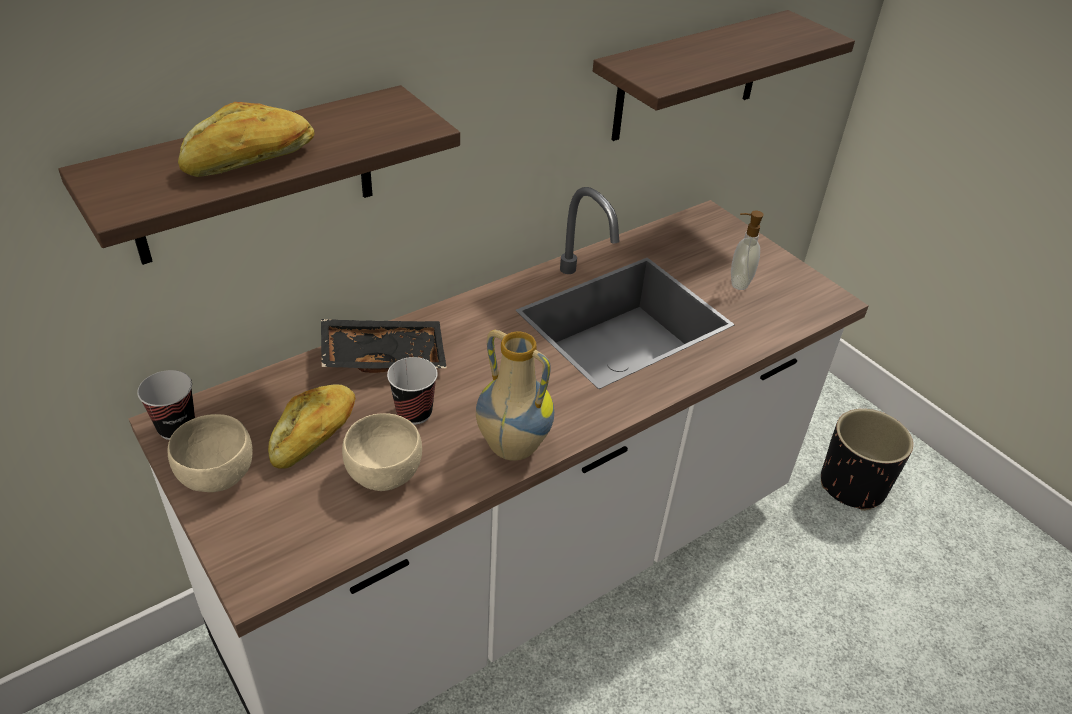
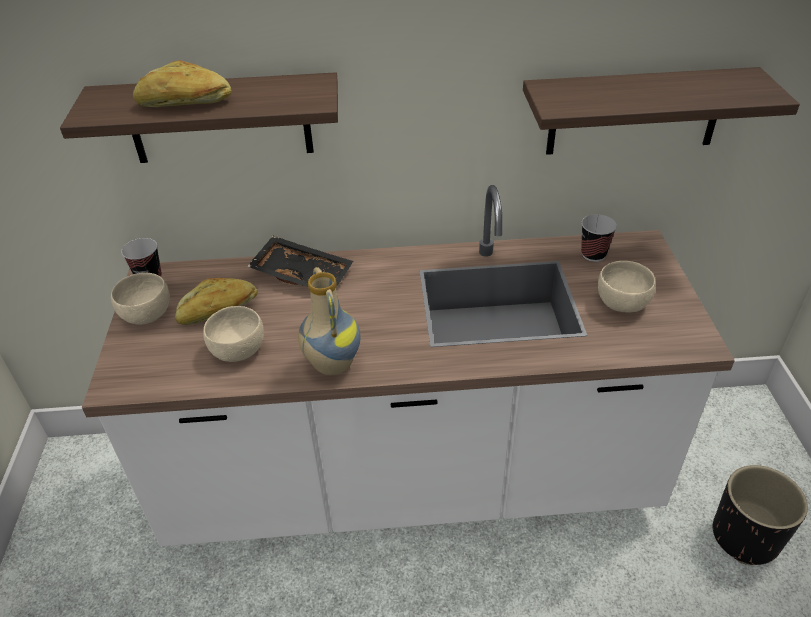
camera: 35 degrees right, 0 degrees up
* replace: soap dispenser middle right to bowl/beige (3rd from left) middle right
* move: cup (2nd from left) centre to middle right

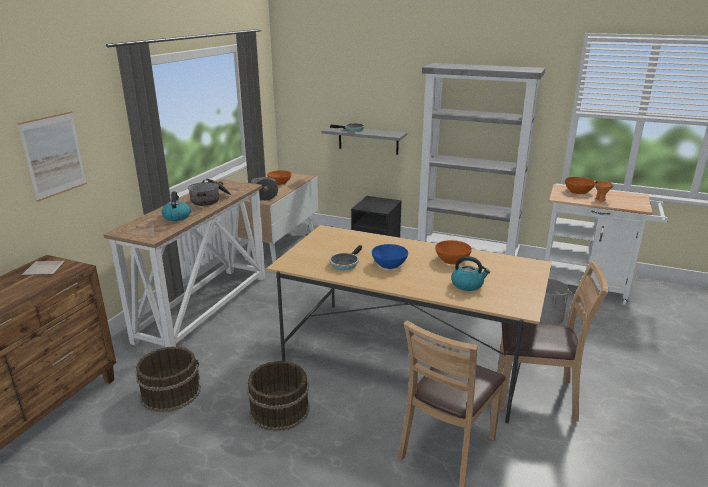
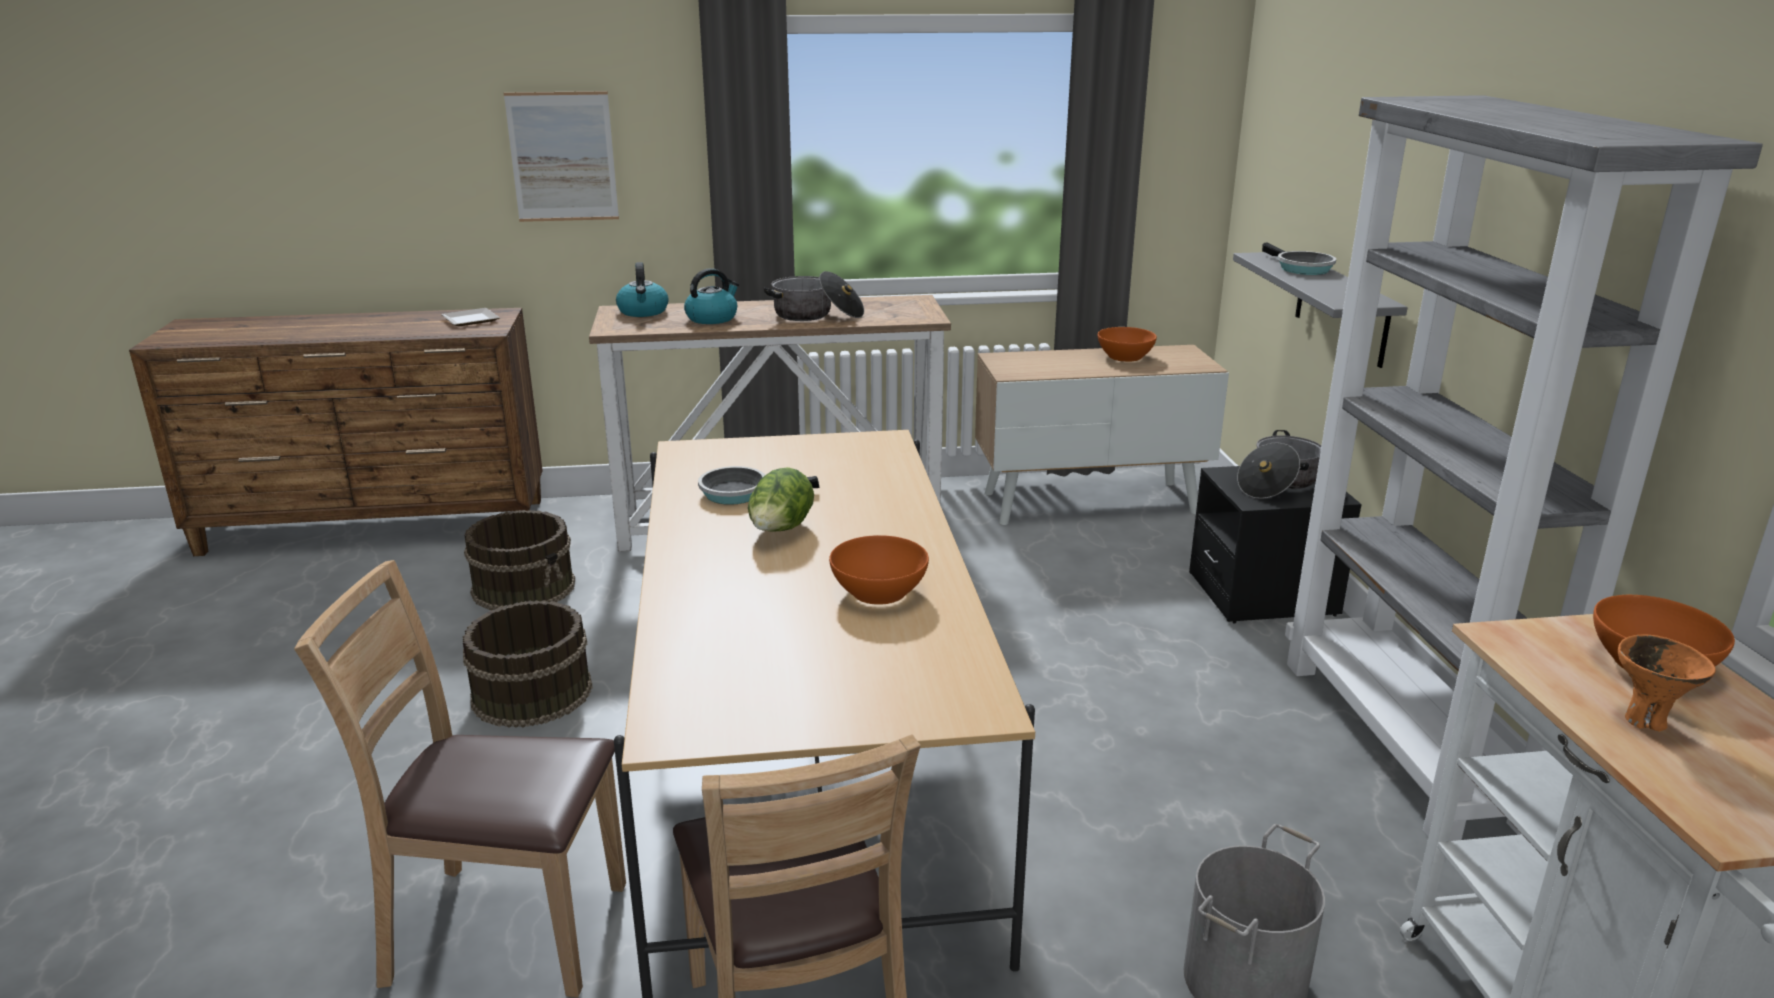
camera: 60 degrees right, 0 degrees up
* move: cooking pot (2nd from left) centre to middle right
* replace: bowl/blue centre to lettuce centre
* move: kettle (2nd from left in the first image) centre to kettle (1st from left) top centre

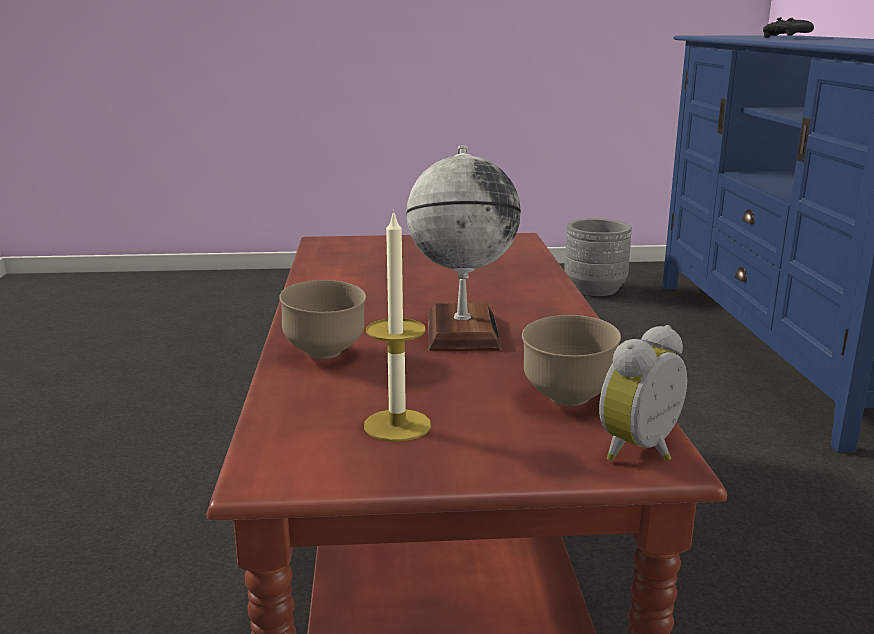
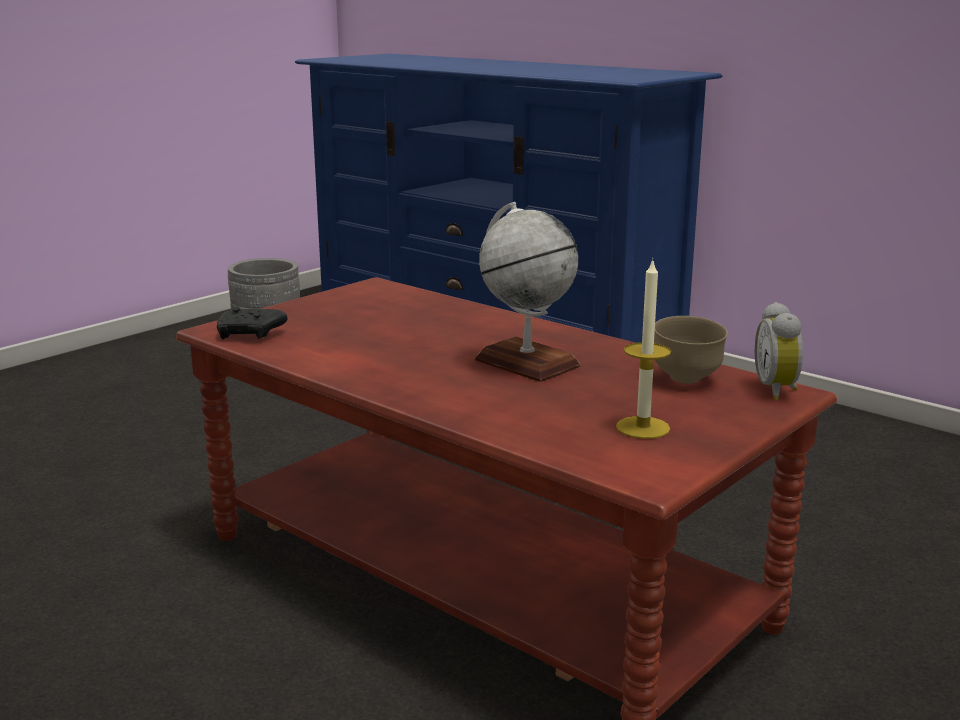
camera: 45 degrees left, 0 degrees up
* move: game controller/black top right to middle left
* delete: bowl/brown (1st from left) centre

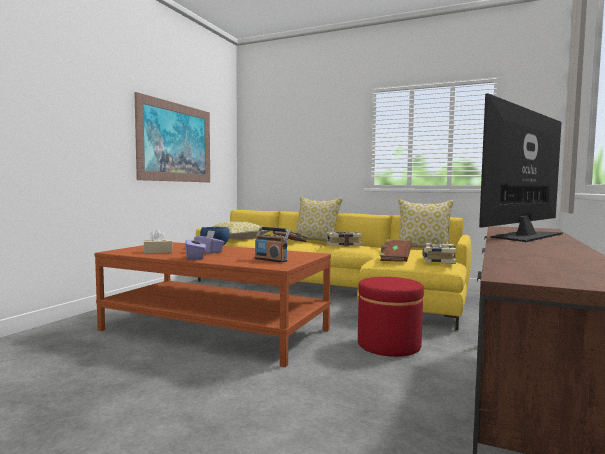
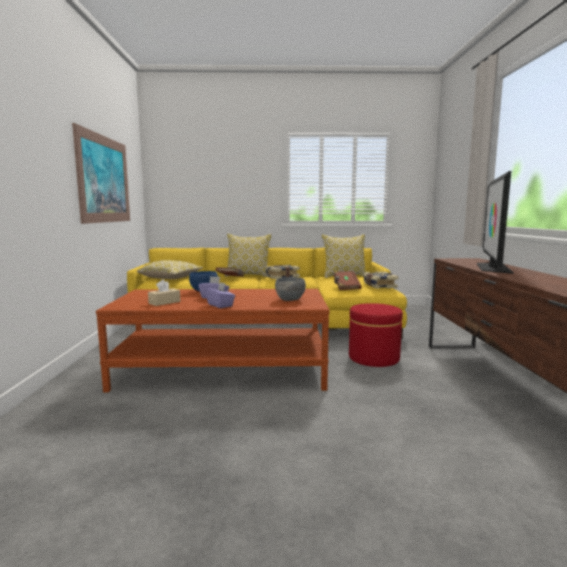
camera: 25 degrees left, 5 degrees up
* replace: radio centre to bowl/grey centre

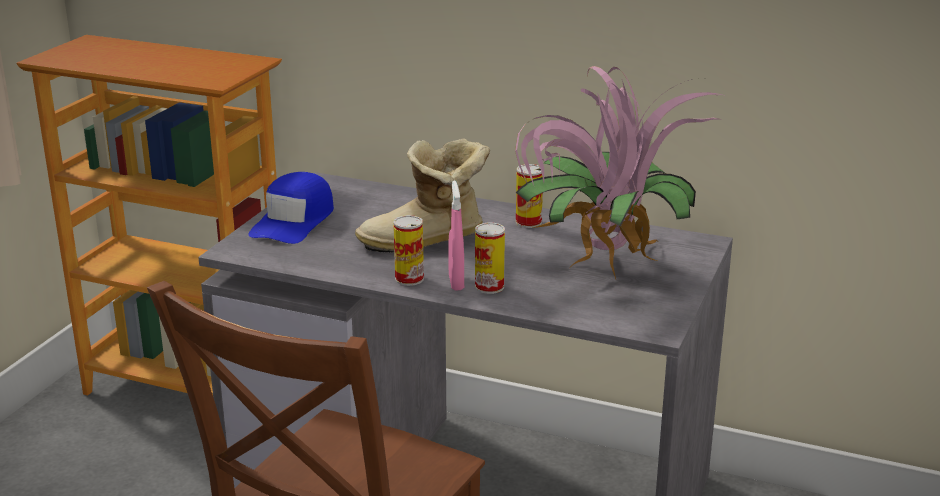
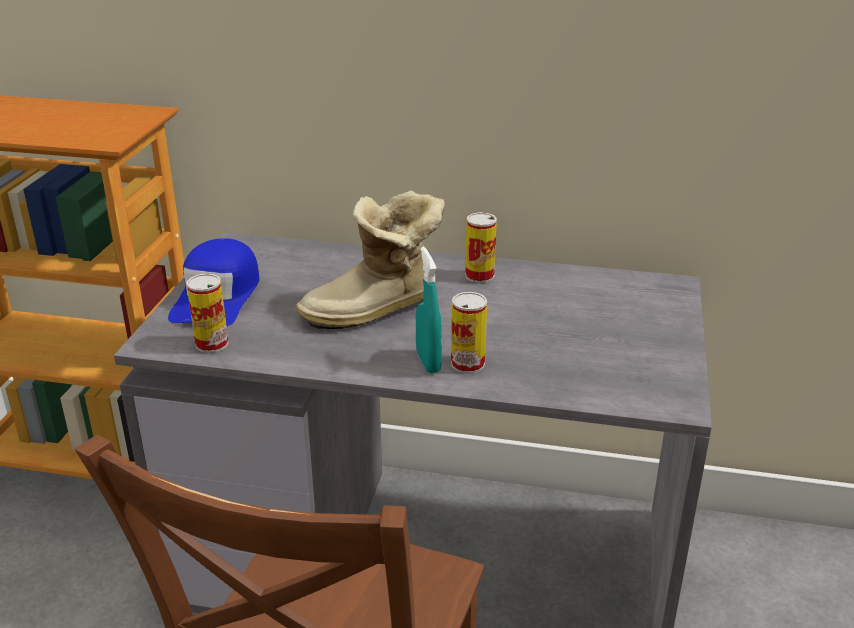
camera: 10 degrees left, 5 degrees up
* delete: potted plant centre
* recolor: spray bottle/pink centre to spray bottle/turquoise centre
* move: can (1st from left) centre to middle left

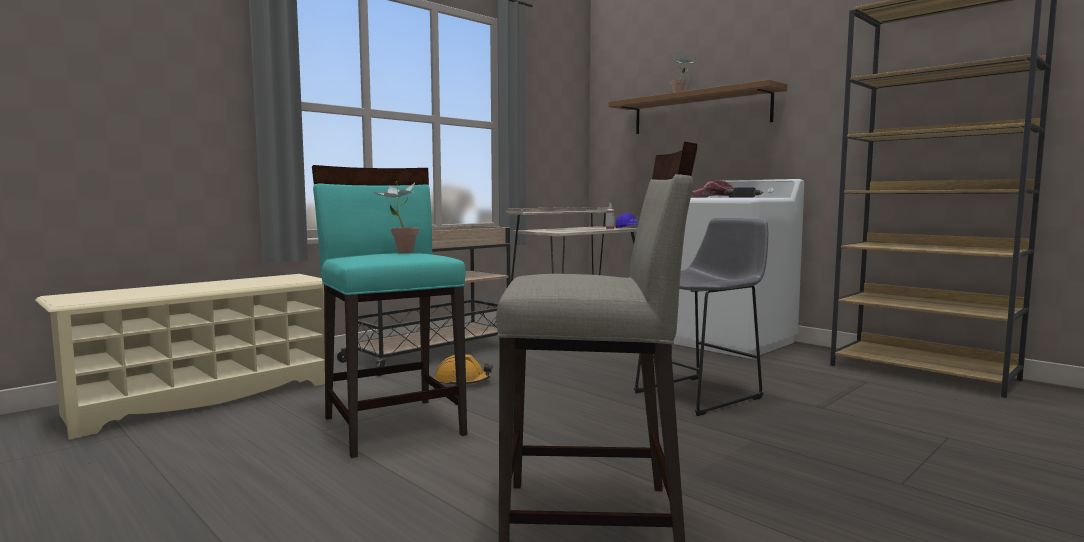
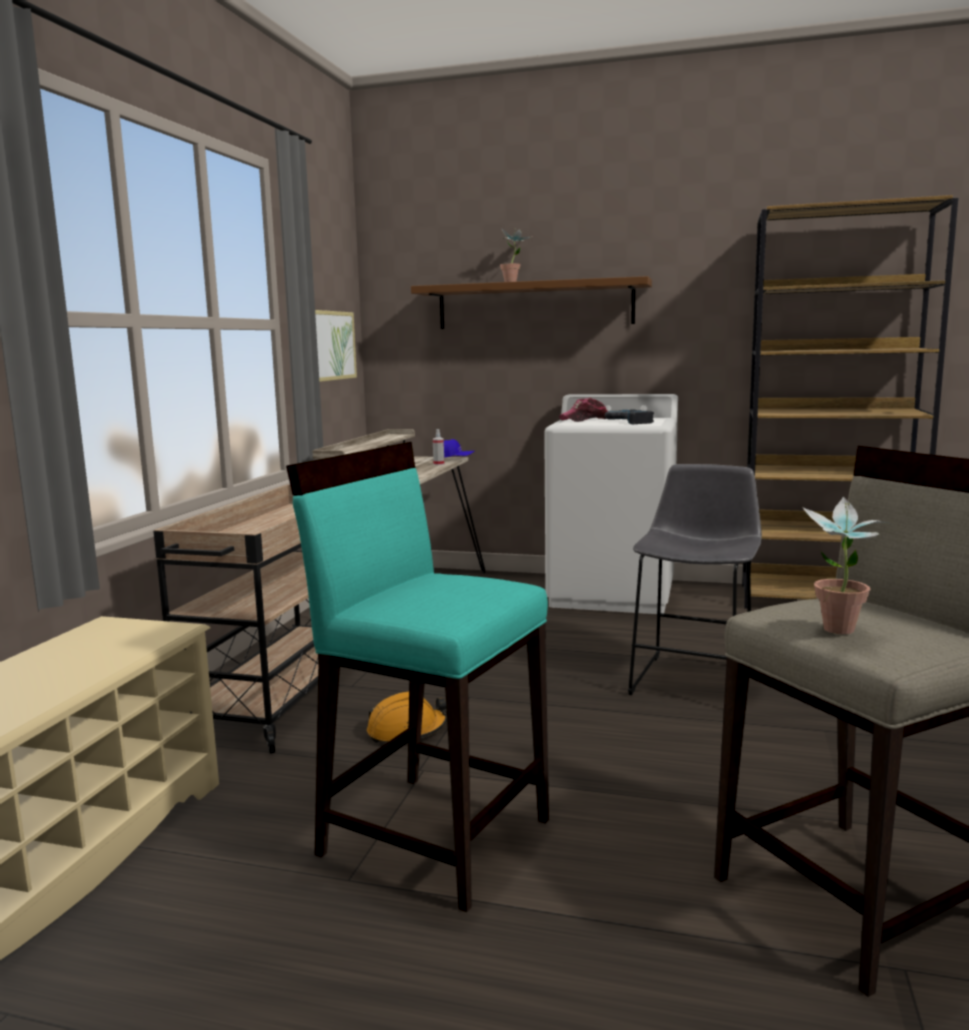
camera: 30 degrees left, 5 degrees up
* move: potted plant (1st from left in the first image) centre to potted plant (2nd from left) middle right
* insert: picture centre

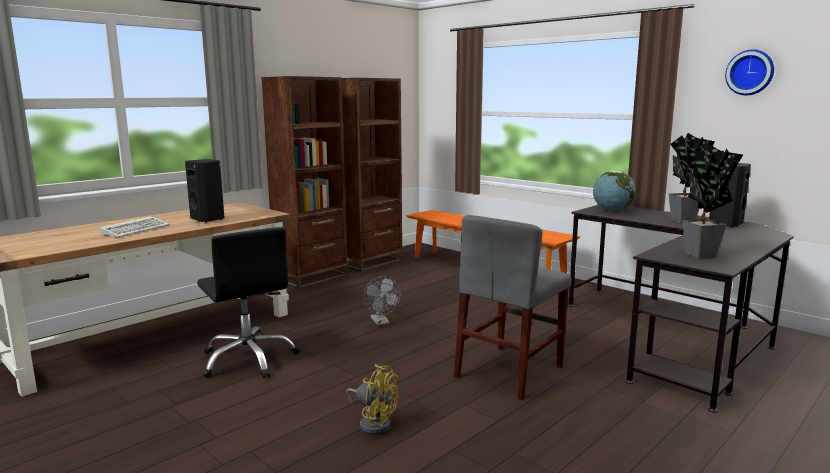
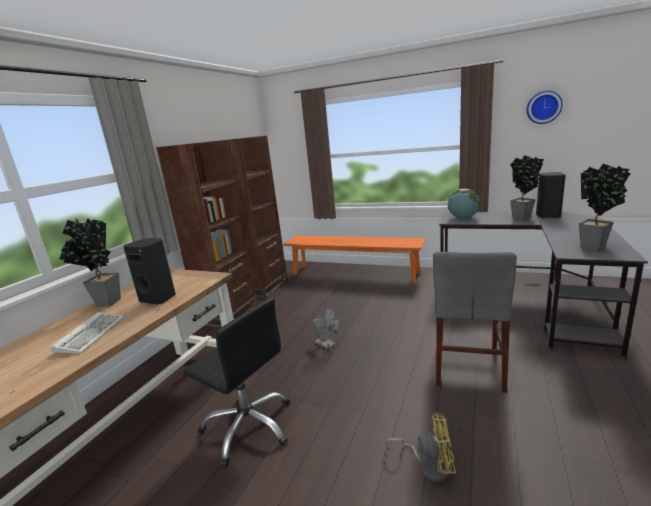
camera: 20 degrees left, 5 degrees up
* insert: potted plant (1st from left) middle left

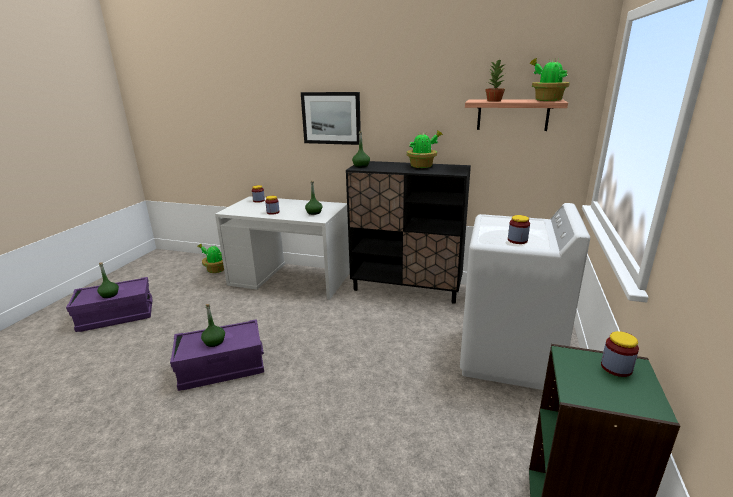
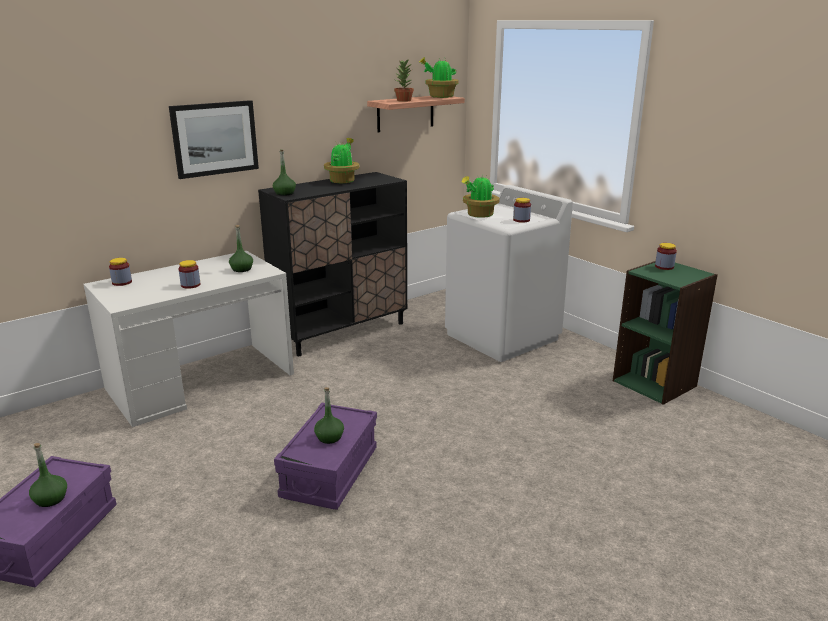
camera: 55 degrees left, 0 degrees up
* move: potted plant (1st from left in the first image) middle left to potted plant (4th from left) top centre

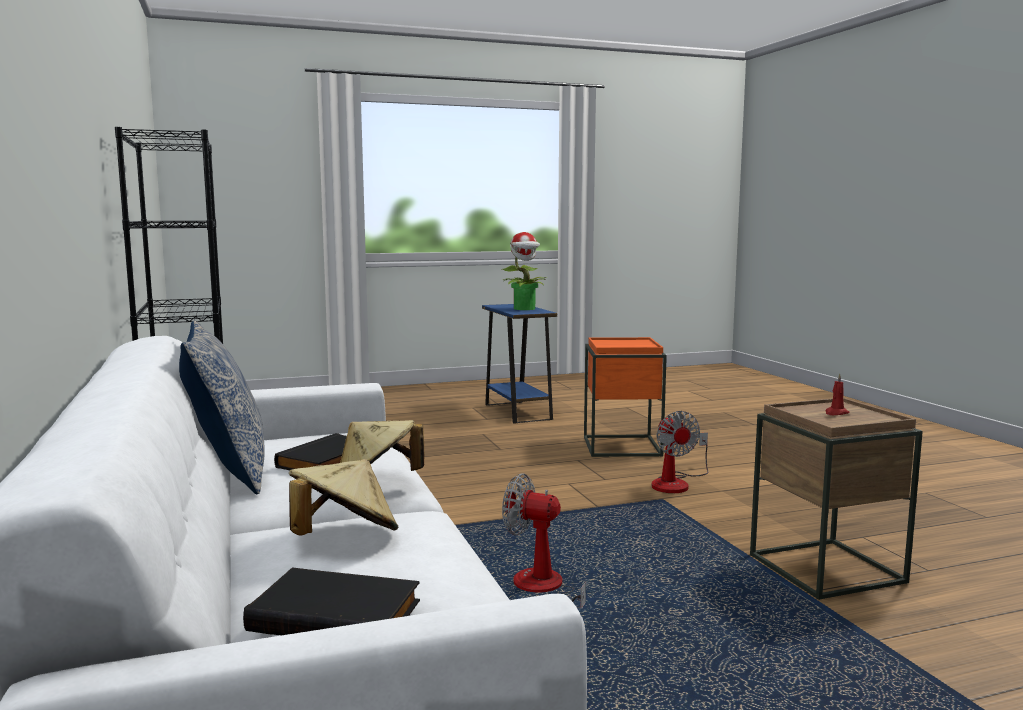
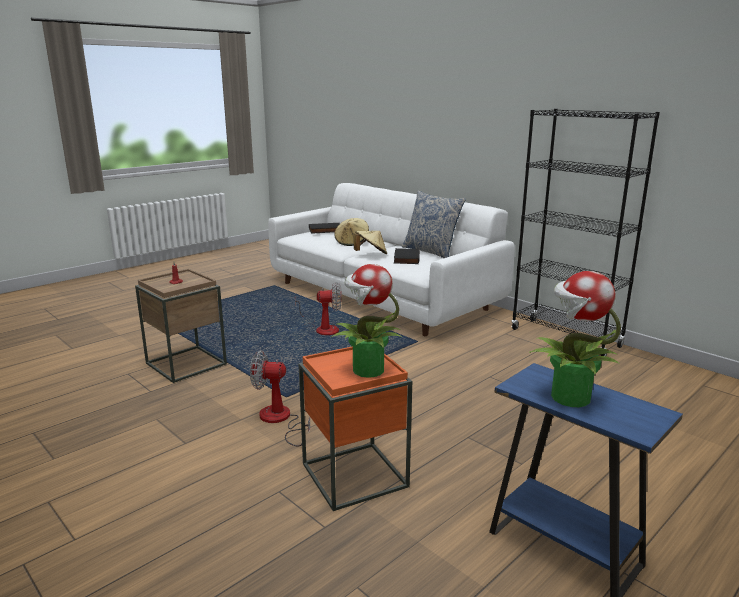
camera: 155 degrees right, 10 degrees up
* rotate: fan (2nd from left in the first image) centre = bottom centre 45 degrees counterclockwise
* insert: potted plant (1st from left) centre

